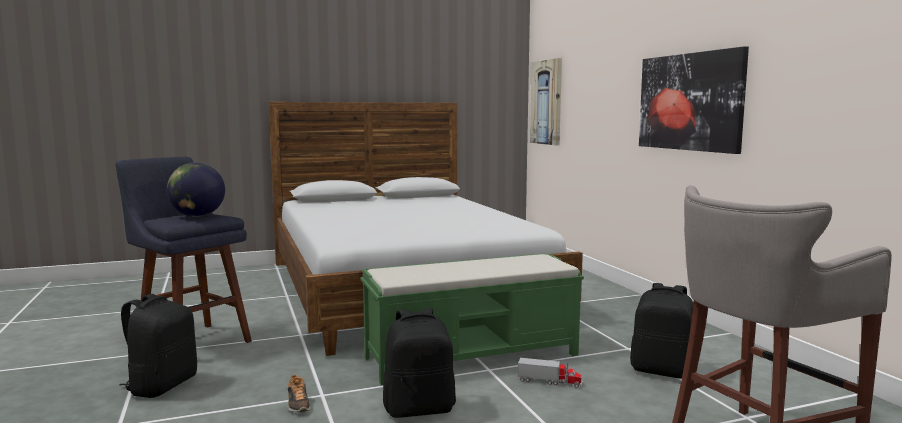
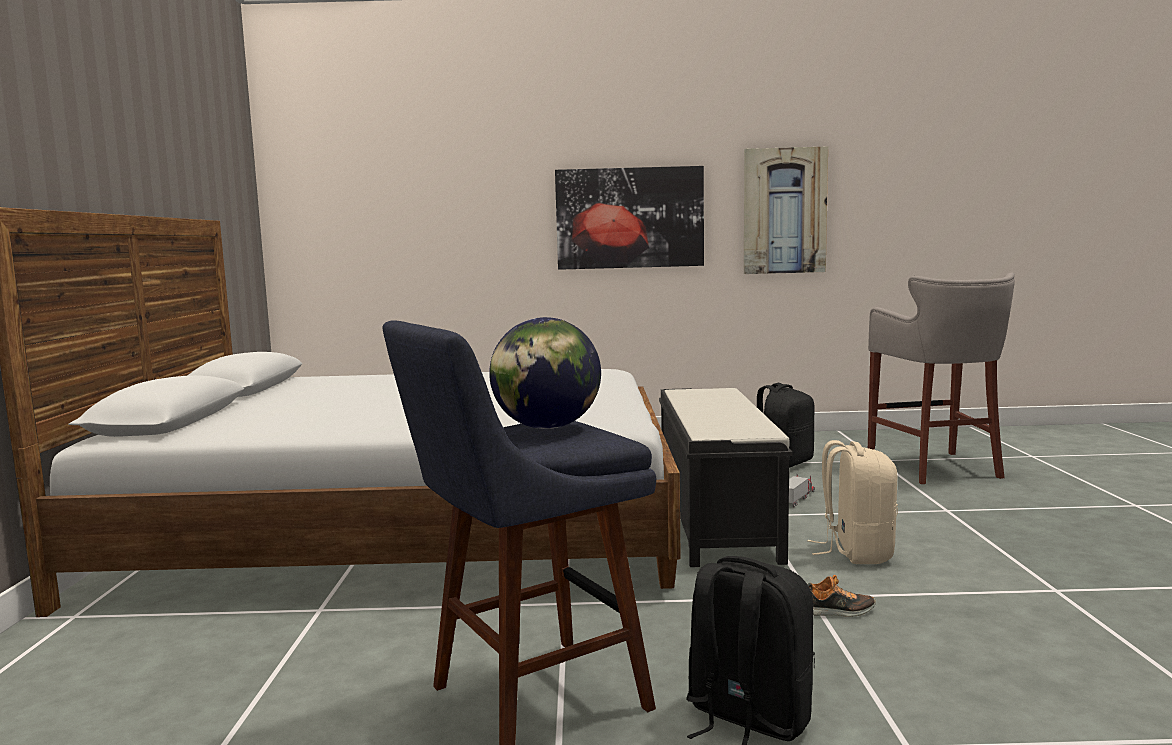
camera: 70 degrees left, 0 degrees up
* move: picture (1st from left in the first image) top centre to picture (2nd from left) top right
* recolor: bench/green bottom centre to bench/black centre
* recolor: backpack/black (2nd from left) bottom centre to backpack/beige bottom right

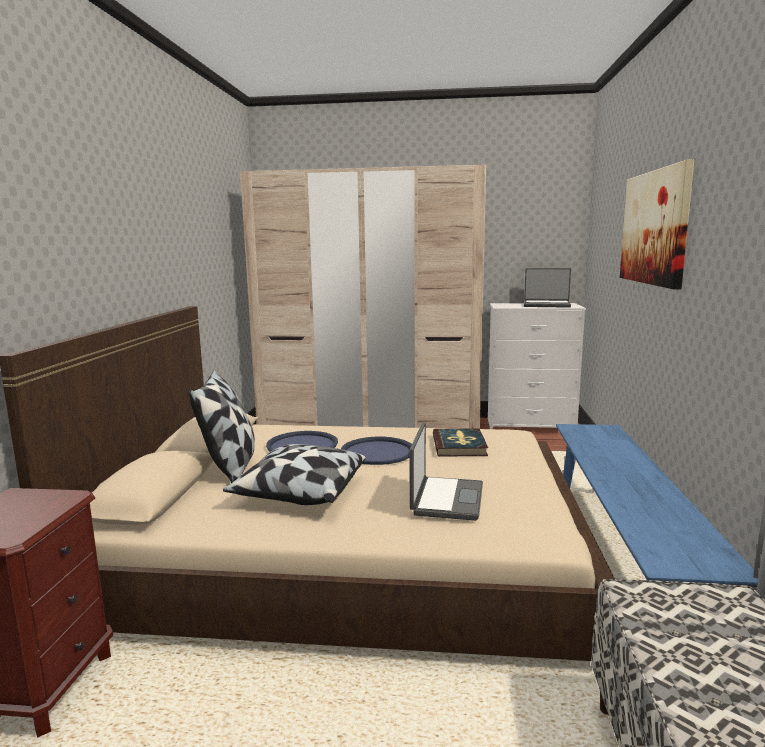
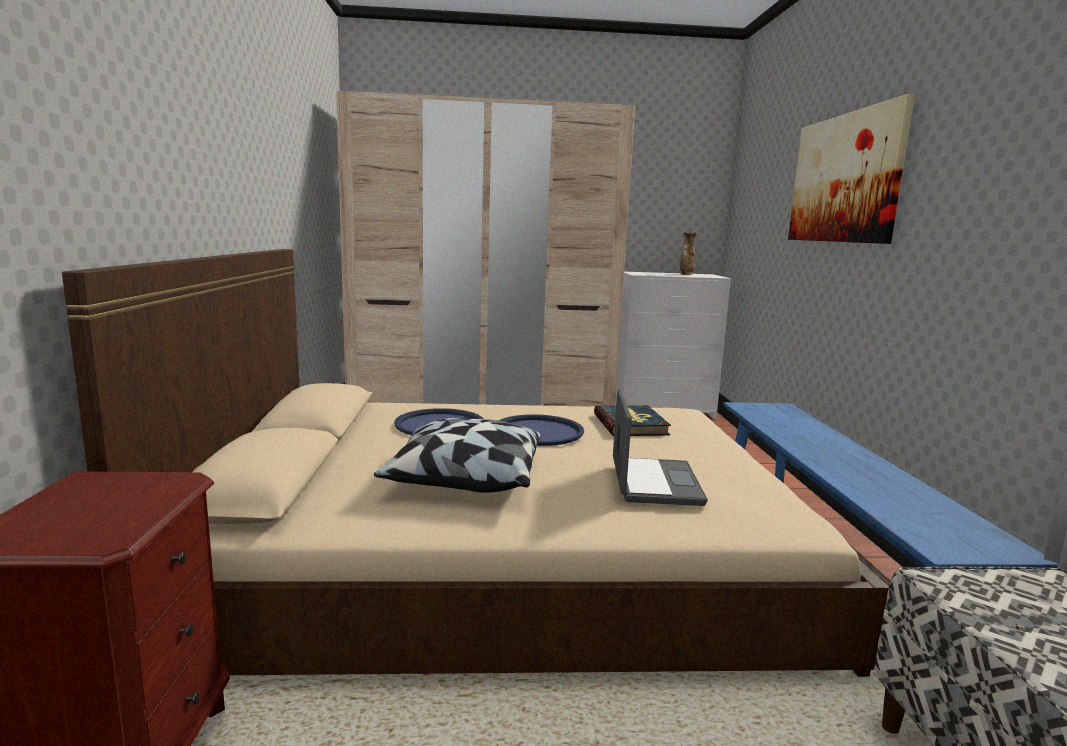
camera: 10 degrees left, 0 degrees up
* replace: laptop (2nd from left) middle right to vase centre
* delete: pillow (1st from left) middle left

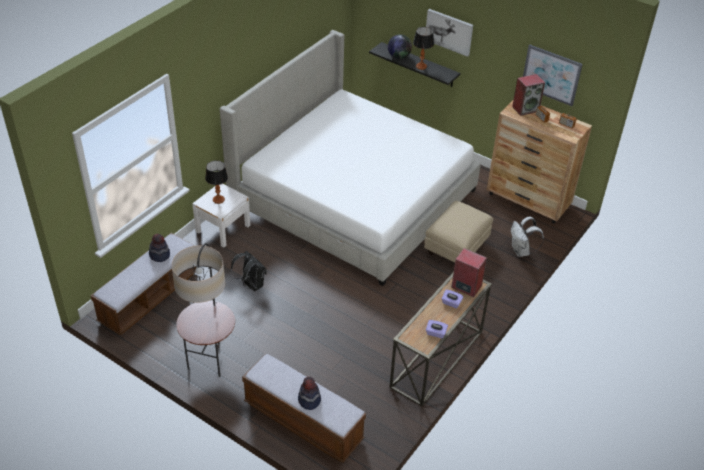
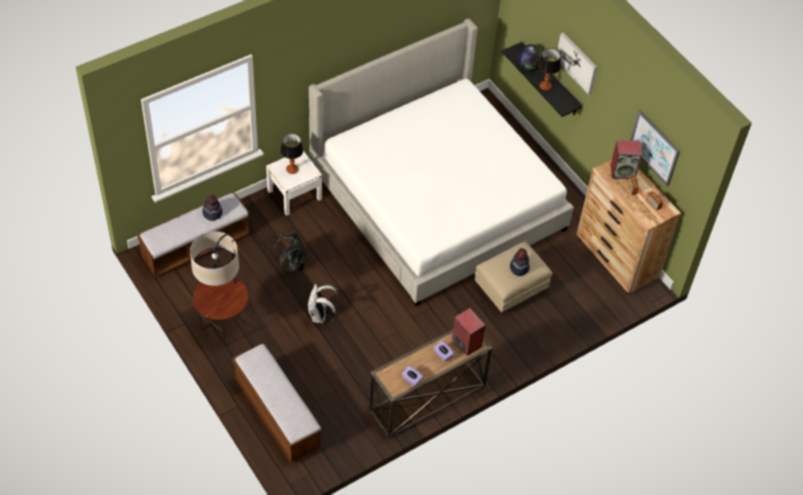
camera: 20 degrees right, 10 degrees up
* move: backpack/white middle right to centre
* move: hat (2nd from left) bottom centre to centre

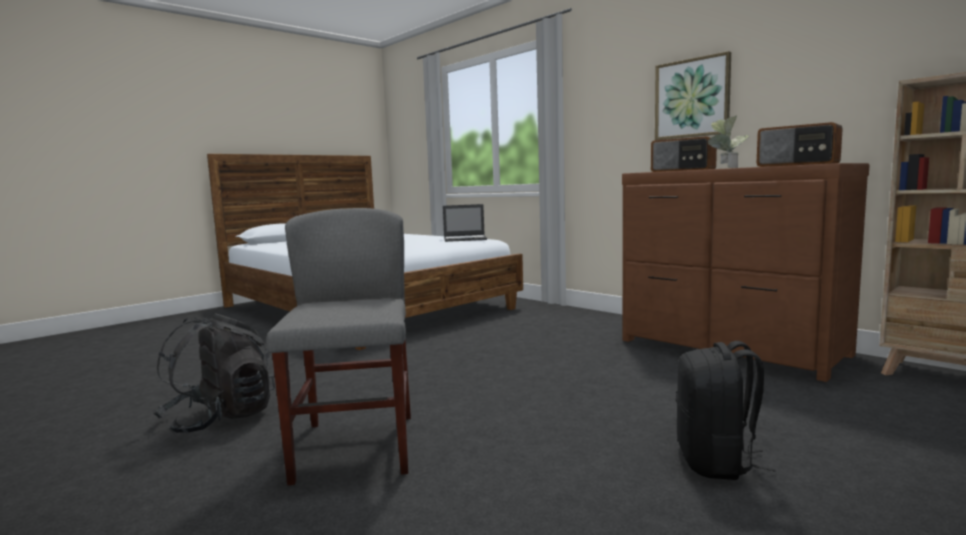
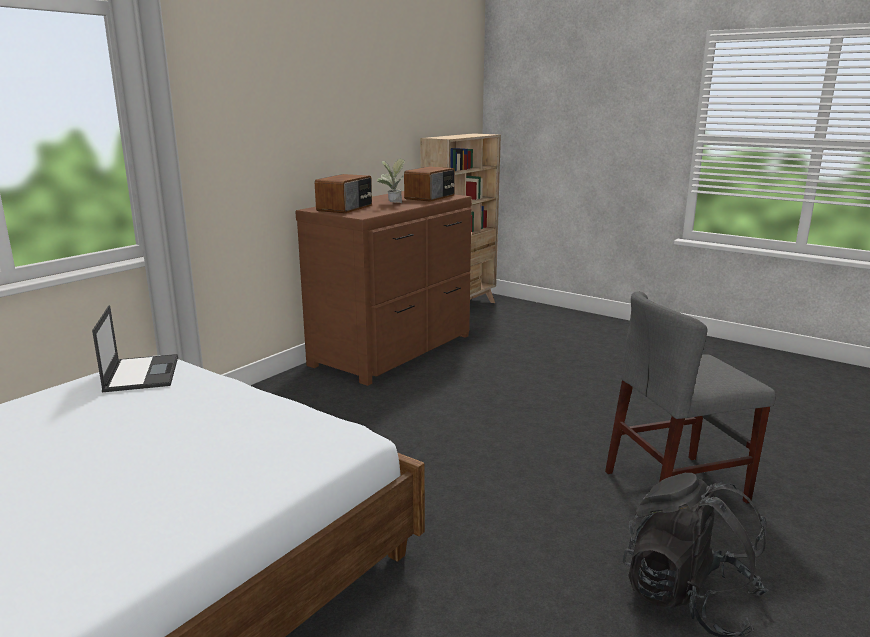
camera: 100 degrees left, 10 degrees up
* delete: picture top right
* delete: backpack/black (2nd from left) bottom right

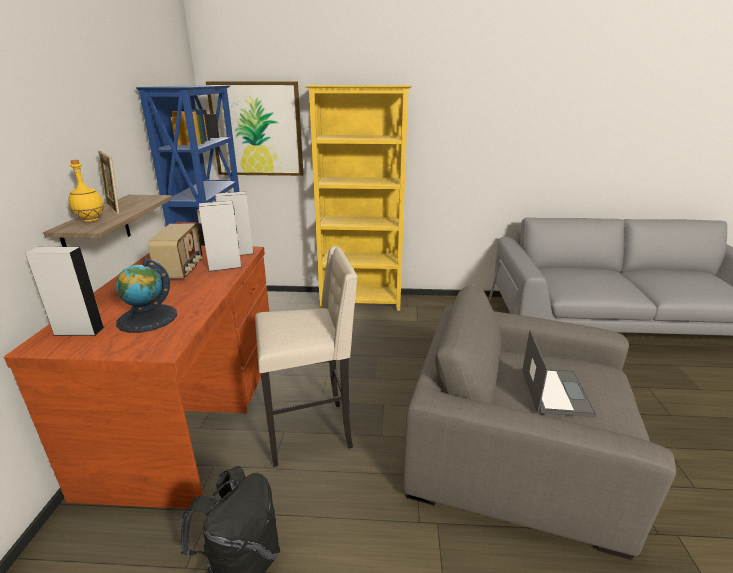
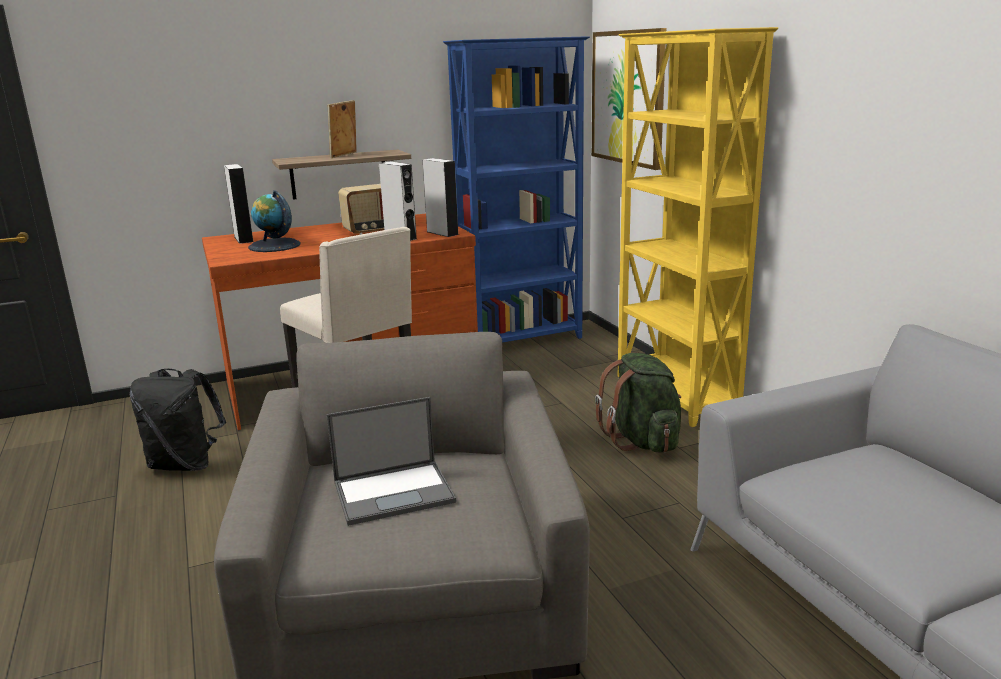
camera: 65 degrees right, 5 degrees down
* delete: bottle/yellow middle left
* insert: backpack/green centre

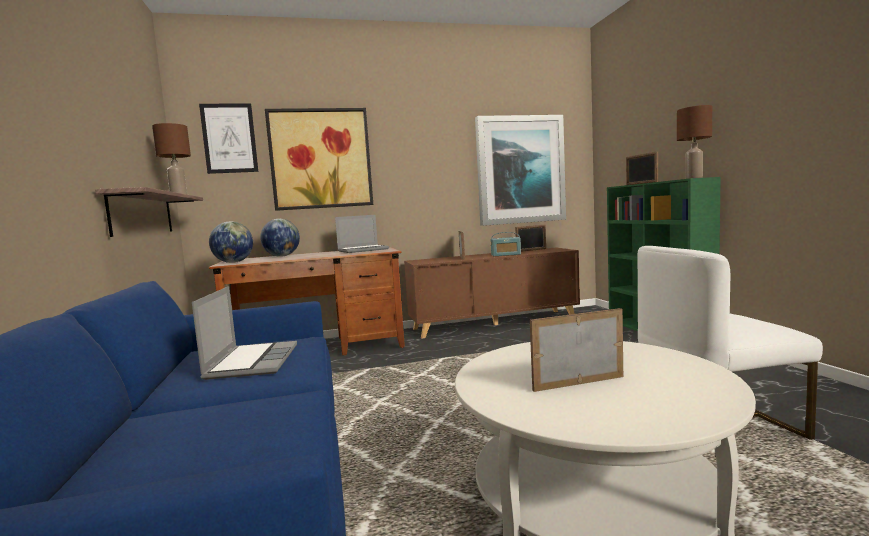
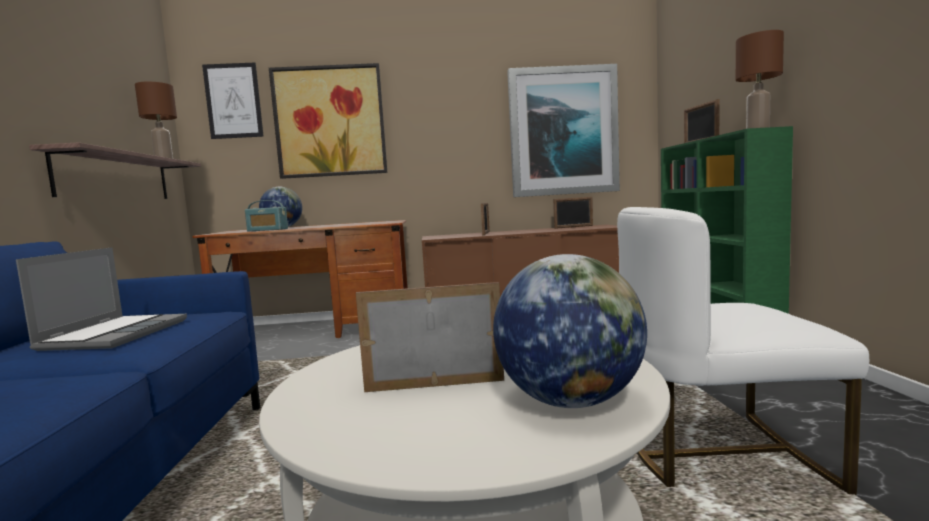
camera: 10 degrees right, 0 degrees up
* delete: laptop (2nd from left) centre
* move: globe (1st from left in the first image) middle left to globe (2nd from left) centre
* move: radio centre to middle left

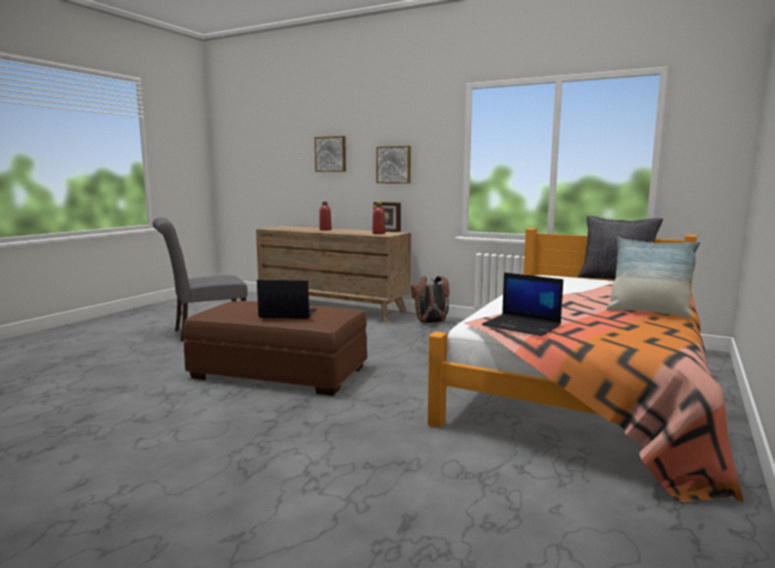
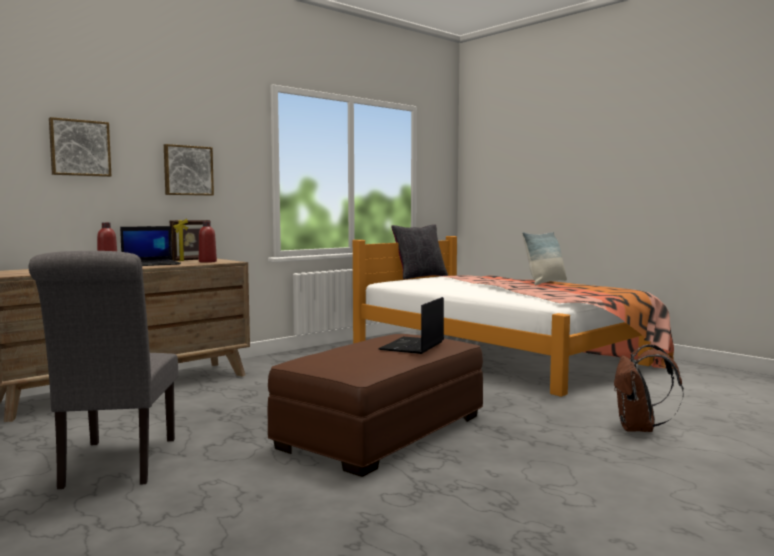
camera: 70 degrees left, 5 degrees down
* move: laptop (2nd from left in the first image) middle right to laptop (1st from left) middle left
* move: backpack/brown centre to bottom right

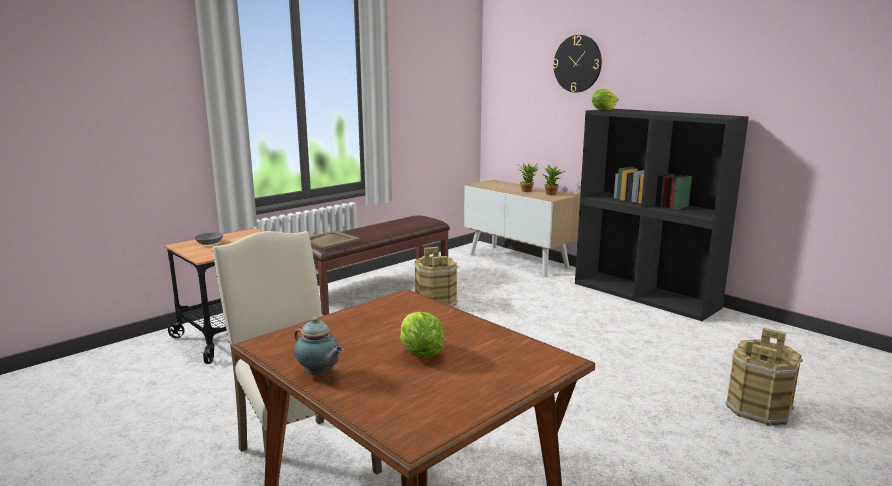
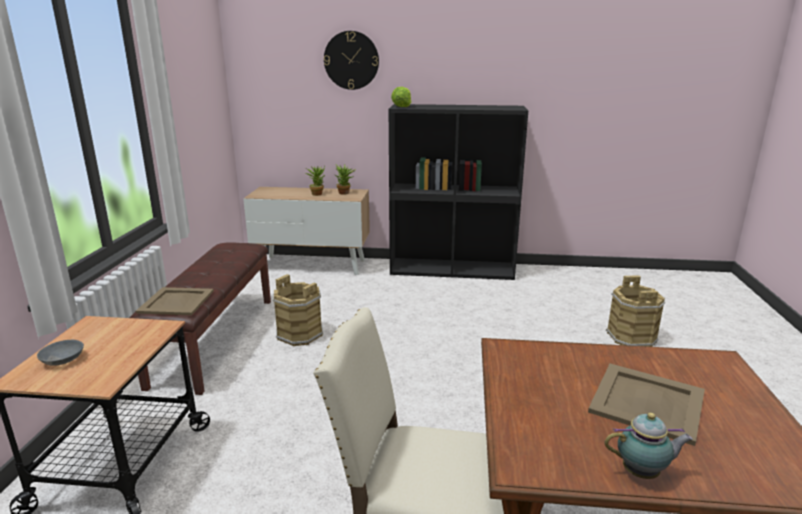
camera: 40 degrees left, 5 degrees up
* replace: lettuce (1st from left) bottom centre to tray/beige (2nd from left) bottom right

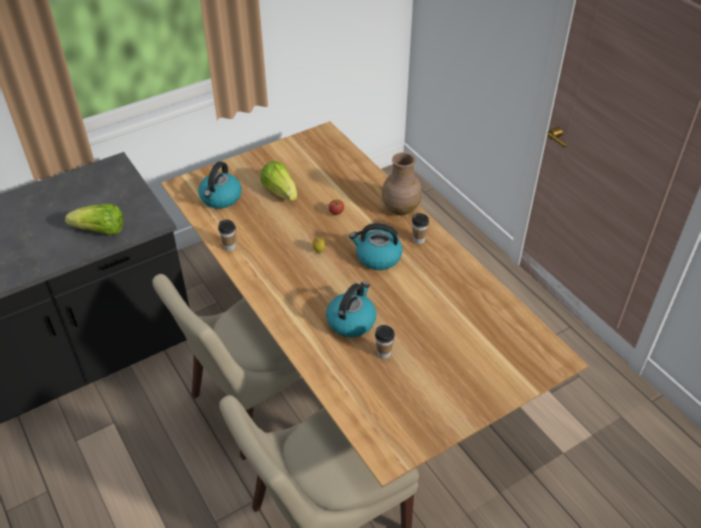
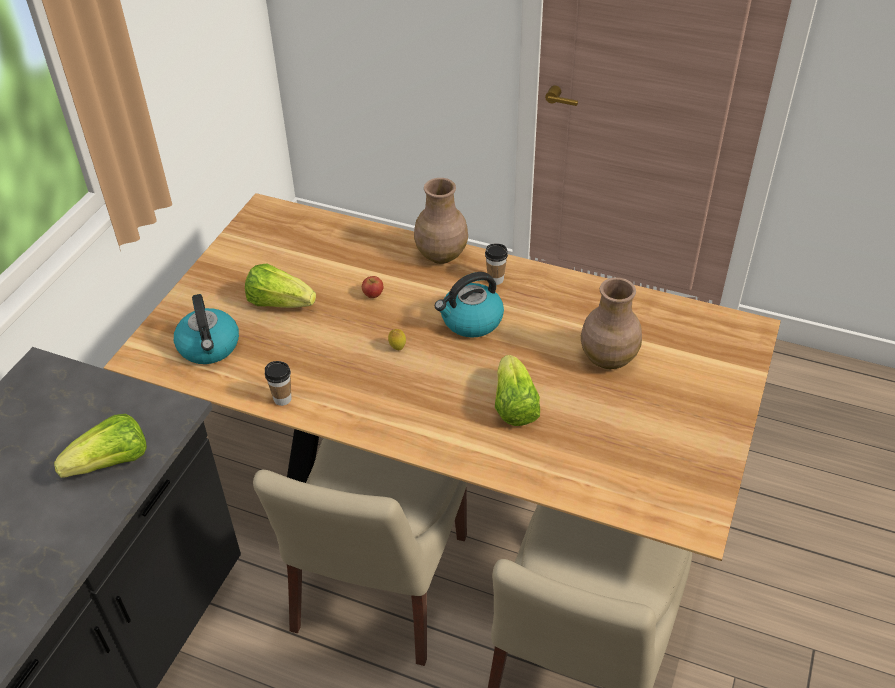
camera: 35 degrees left, 0 degrees up
* replace: kettle (2nd from left) centre to lettuce (3rd from left) centre
* delete: cup (2nd from left) centre
* insert: vase/brown (2nd from left) middle right

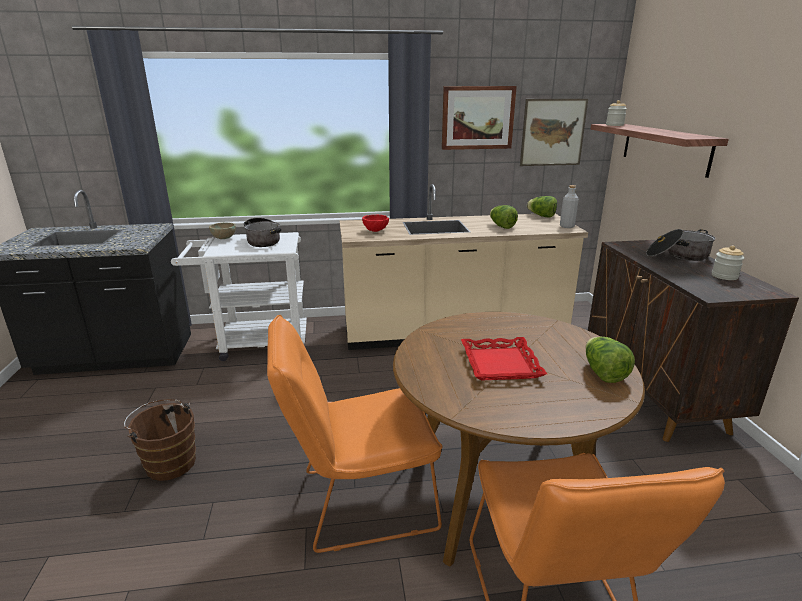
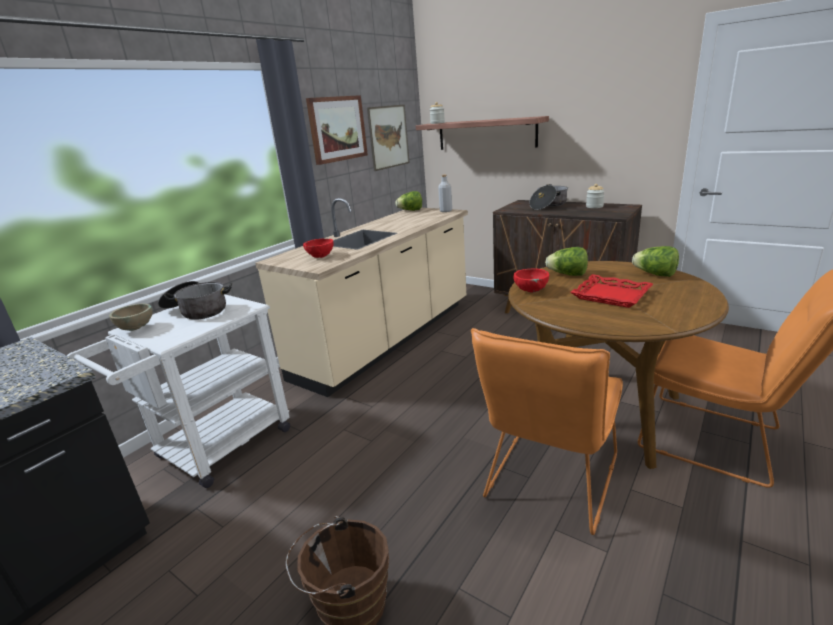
camera: 45 degrees left, 0 degrees up
* move: lettuce (1st from left in the first image) centre to lettuce (2nd from left) middle right
* insert: bowl/red (2nd from left) centre

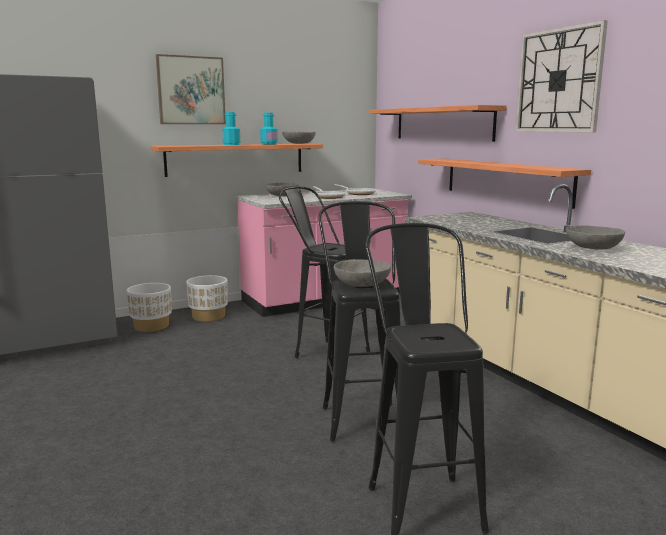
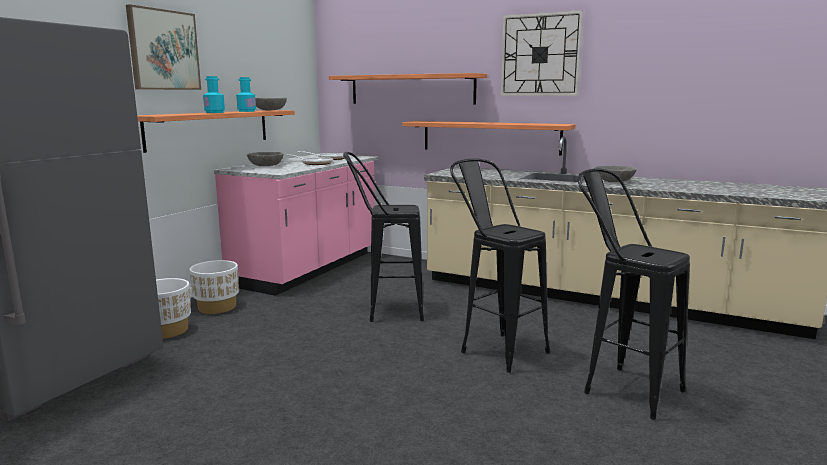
camera: 35 degrees left, 0 degrees up
* delete: bowl/grey (3rd from left) centre

